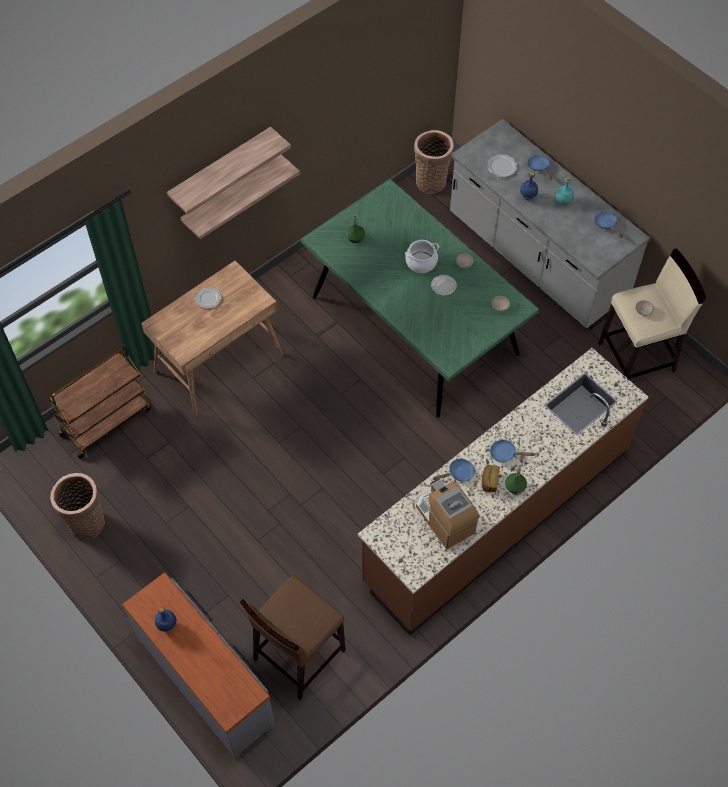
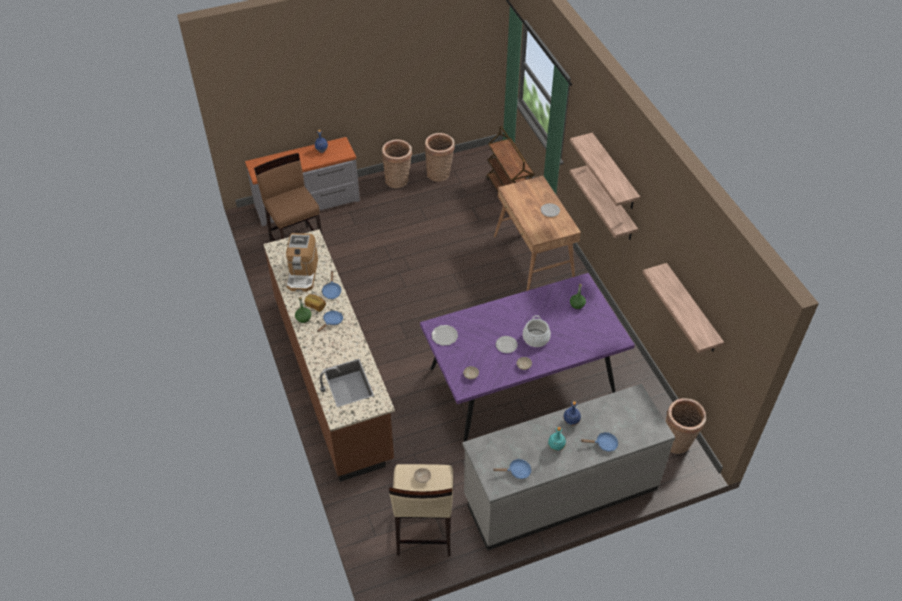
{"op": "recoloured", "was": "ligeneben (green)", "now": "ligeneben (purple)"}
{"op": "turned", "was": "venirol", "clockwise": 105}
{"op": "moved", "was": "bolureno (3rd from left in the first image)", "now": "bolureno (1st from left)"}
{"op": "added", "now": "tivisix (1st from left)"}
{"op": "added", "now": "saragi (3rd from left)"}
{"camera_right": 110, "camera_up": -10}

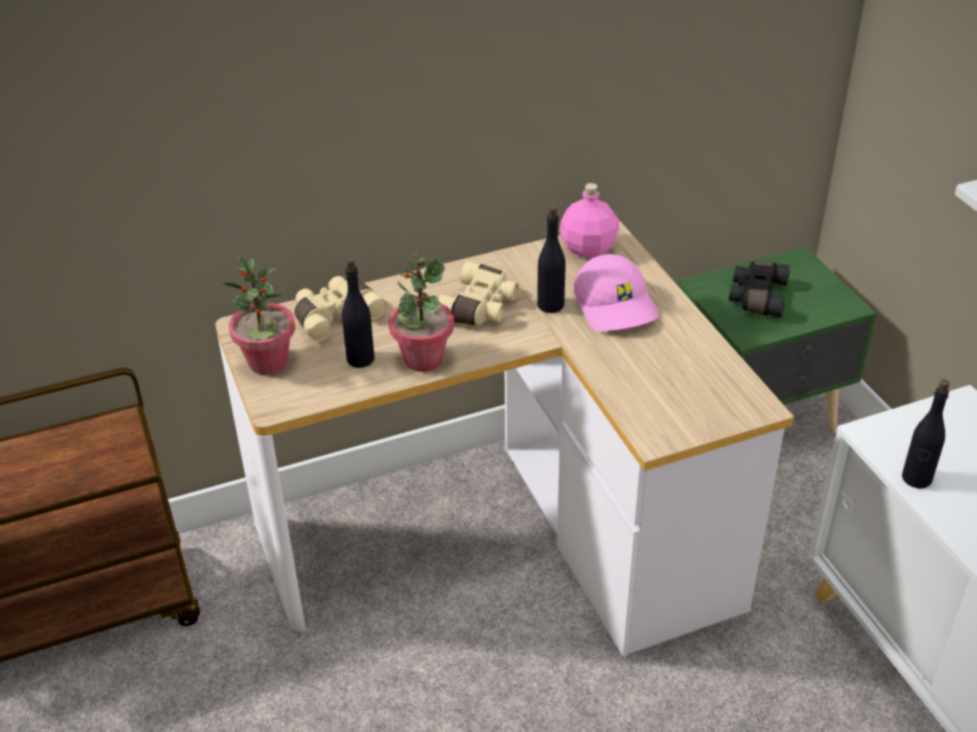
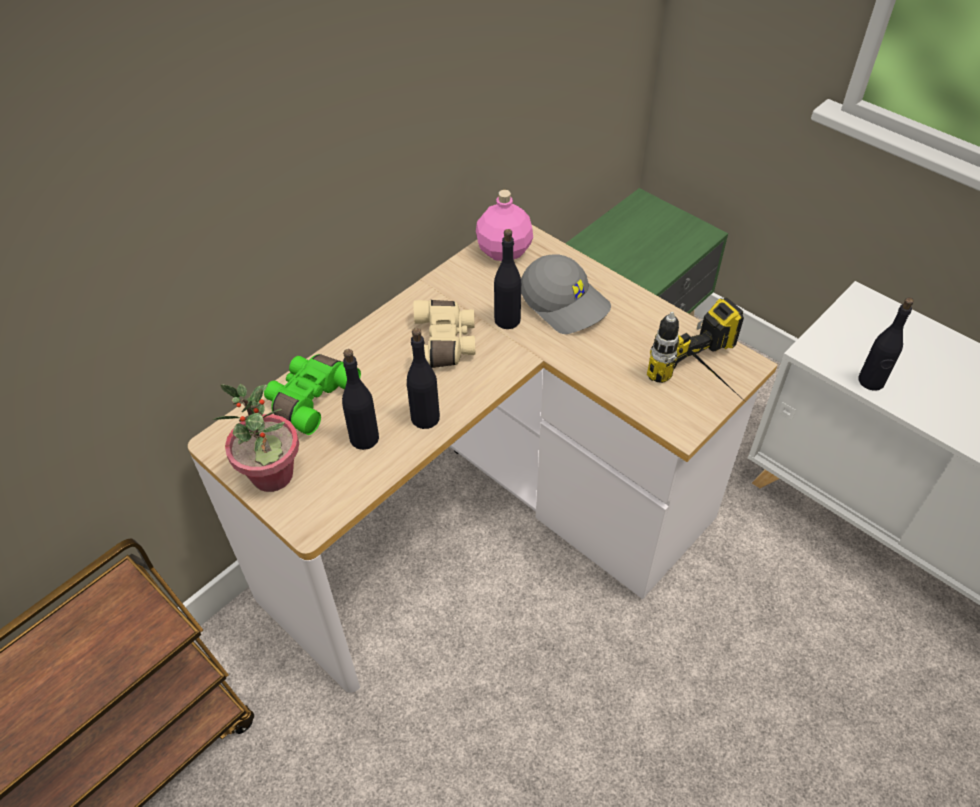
{"op": "recoloured", "was": "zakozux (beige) (1st from left)", "now": "zakozux (green)"}
{"op": "replaced", "was": "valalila (2nd from left)", "now": "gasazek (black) (2nd from left)"}
{"op": "recoloured", "was": "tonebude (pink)", "now": "tonebude (grey)"}
{"op": "removed", "was": "zakozux (black)"}
{"op": "added", "now": "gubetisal"}
{"camera_right": -25, "camera_up": 10}

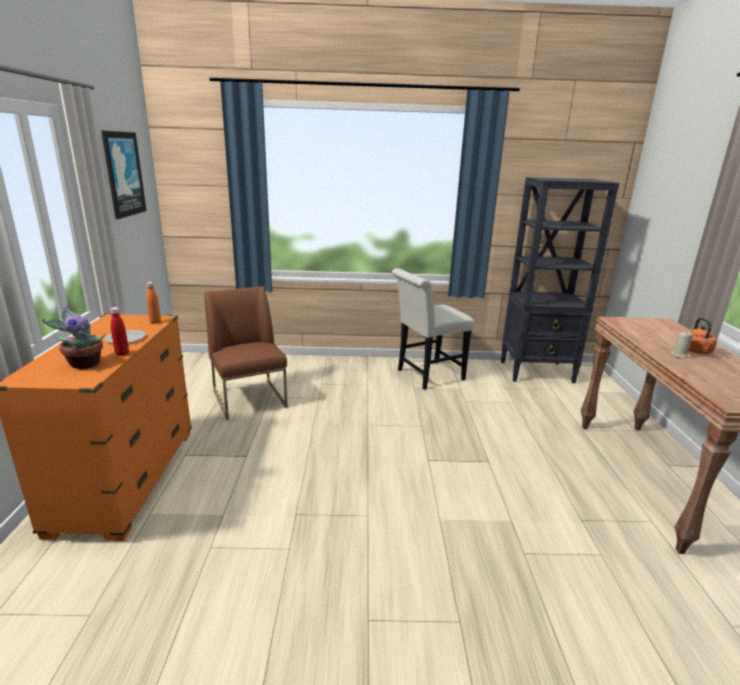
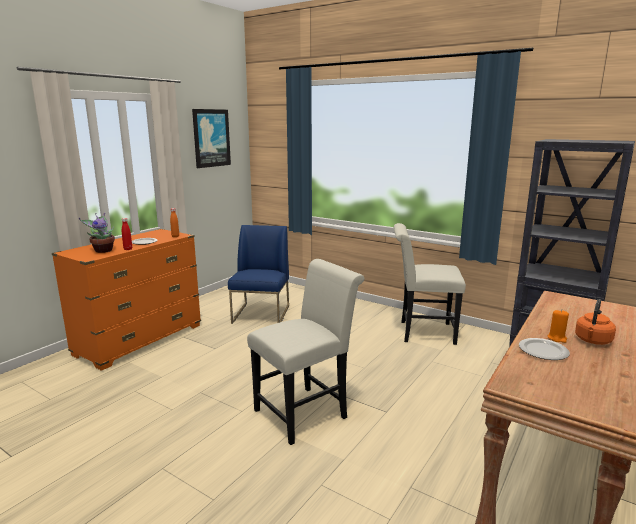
{"op": "recoloured", "was": "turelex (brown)", "now": "turelex (blue)"}
{"op": "recoloured", "was": "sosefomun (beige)", "now": "sosefomun (orange)"}
{"op": "added", "now": "turelex (white) (1st from left)"}
{"op": "added", "now": "bolureno (2nd from left)"}
{"camera_right": 35, "camera_up": -5}

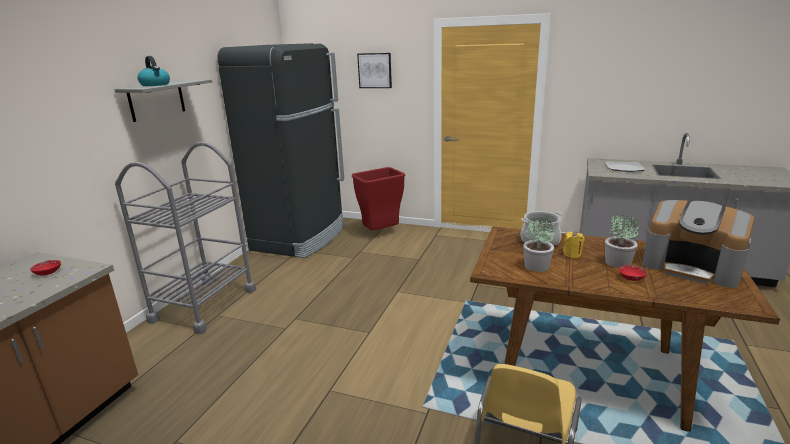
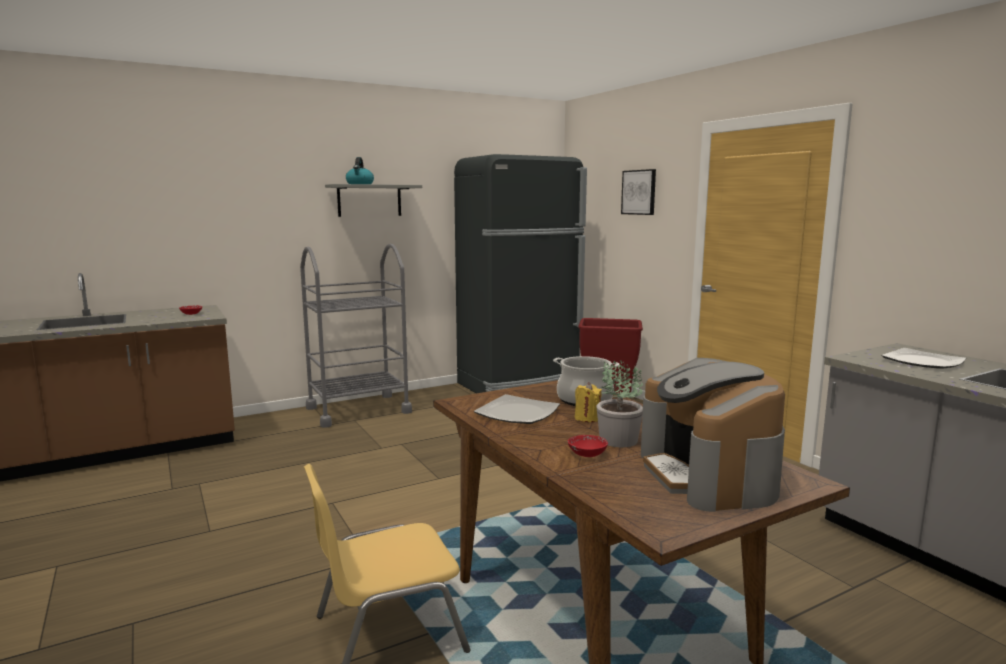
{"op": "replaced", "was": "valalila (1st from left)", "now": "bolureno (1st from left)"}
{"camera_right": 40, "camera_up": -10}

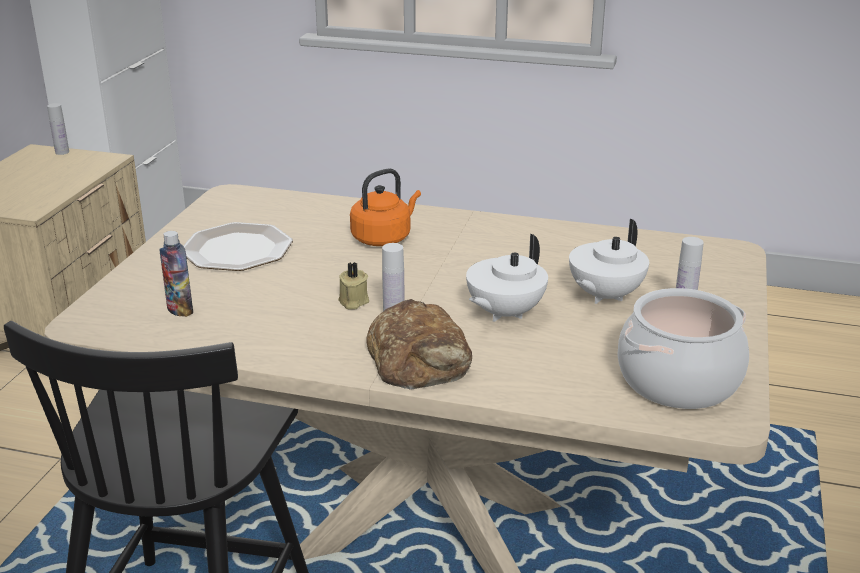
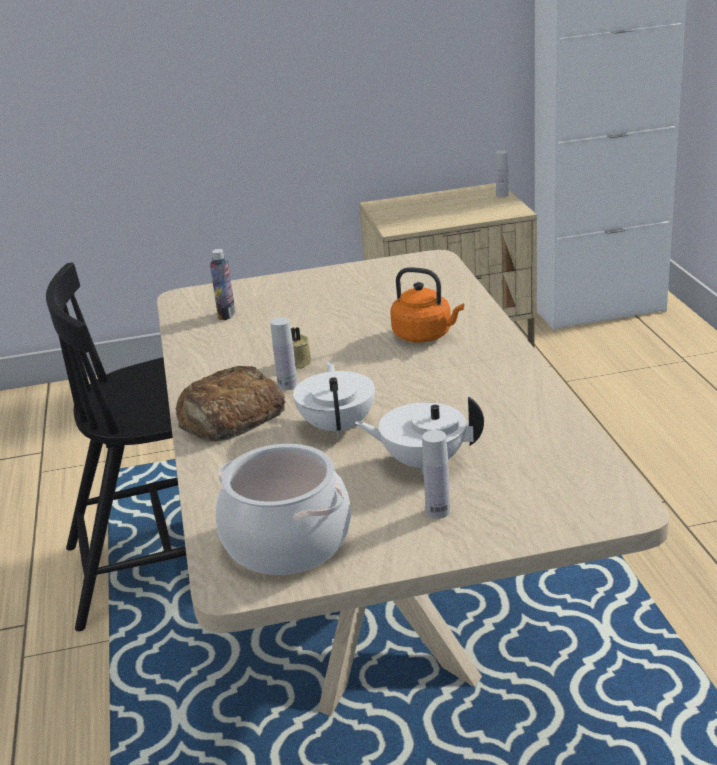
{"op": "removed", "was": "bolureno"}
{"op": "turned", "was": "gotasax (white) (1st from left)", "clockwise": 75}
{"camera_right": 65, "camera_up": 0}

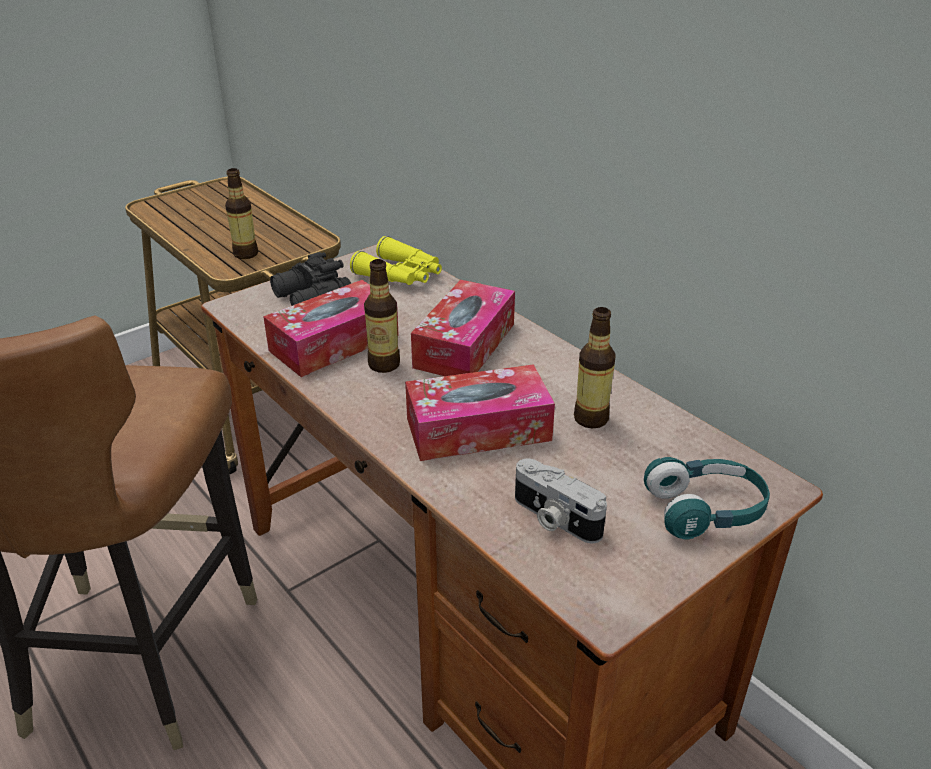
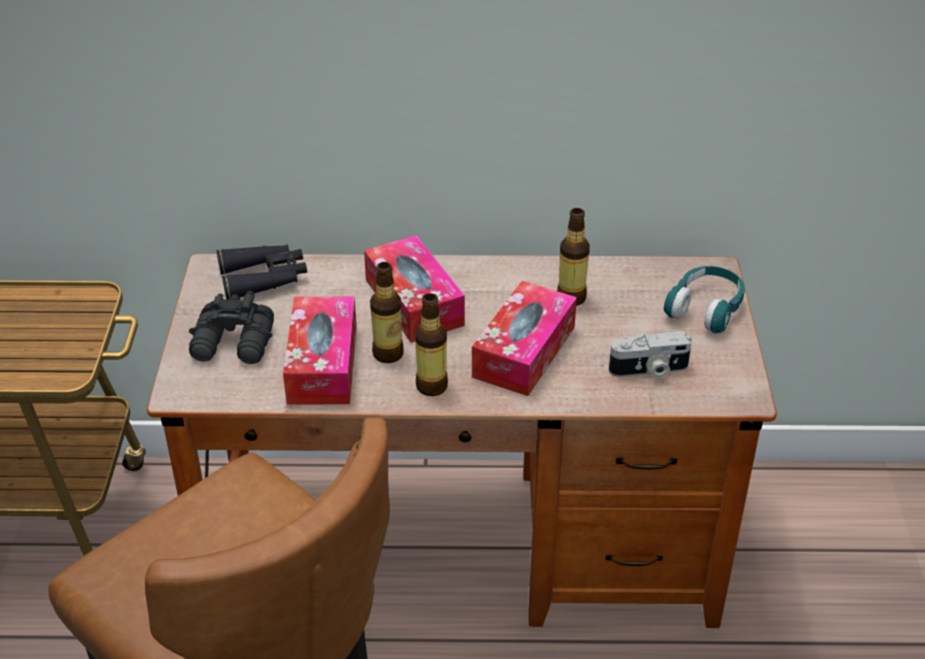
{"op": "moved", "was": "gasazek (1st from left in the first image)", "now": "gasazek (2nd from left)"}
{"op": "recoloured", "was": "zakozux (yellow)", "now": "zakozux (black) (2nd from left)"}
{"camera_right": -50, "camera_up": 5}

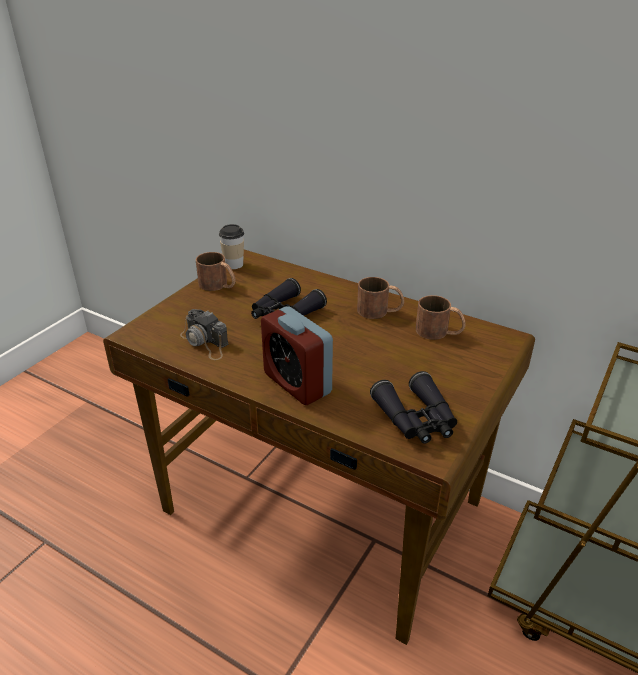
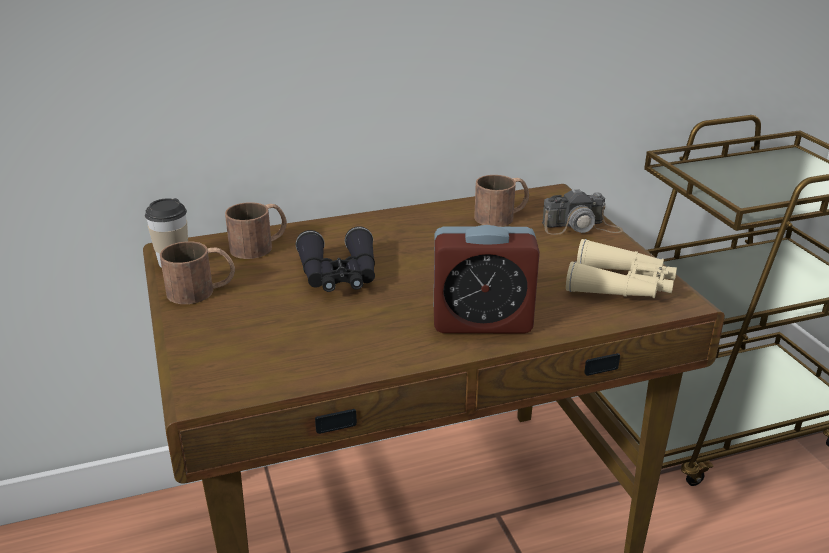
{"op": "moved", "was": "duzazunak"}
{"op": "moved", "was": "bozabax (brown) (2nd from left)"}
{"op": "recoloured", "was": "zakozux (black) (2nd from left)", "now": "zakozux (beige)"}
{"camera_right": -50, "camera_up": -5}

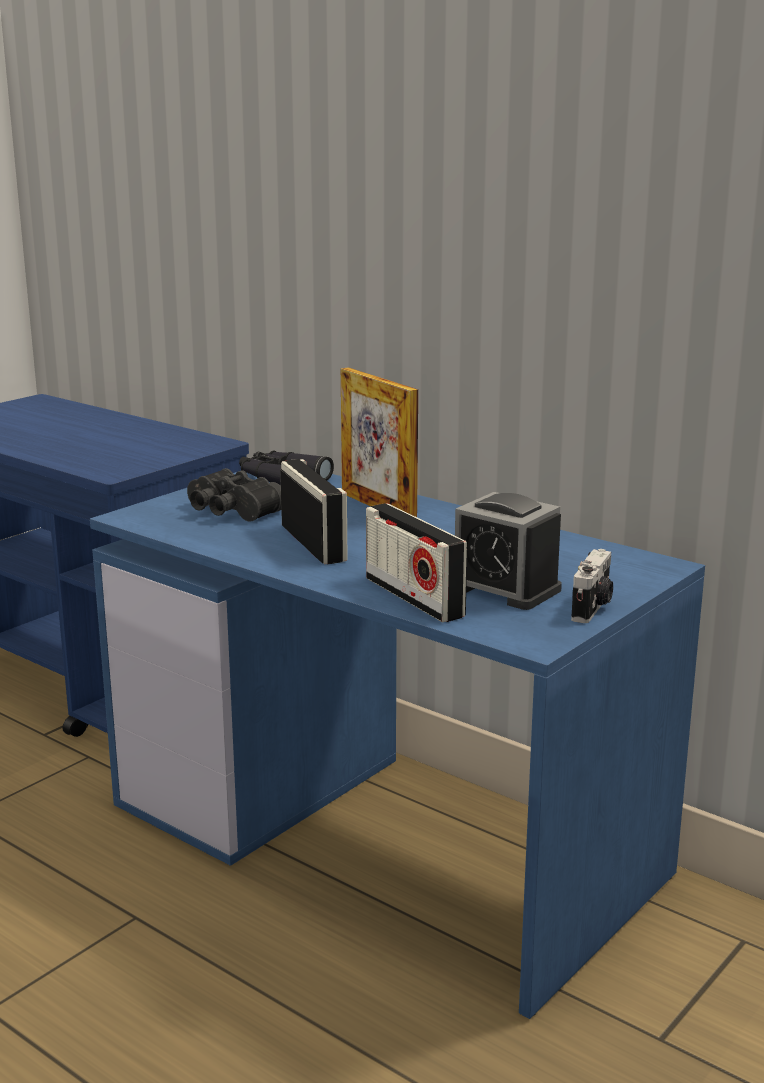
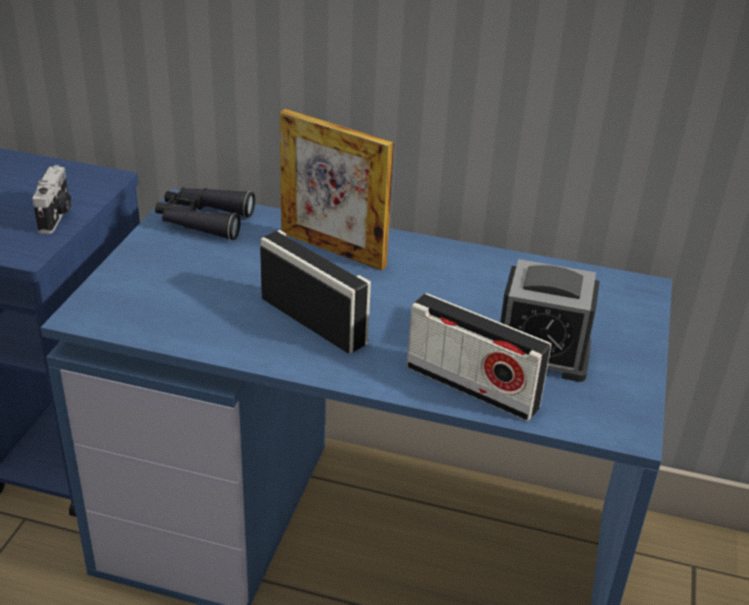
{"op": "removed", "was": "zakozux (black) (1st from left)"}
{"op": "moved", "was": "duzazunak"}
{"camera_right": -25, "camera_up": 15}

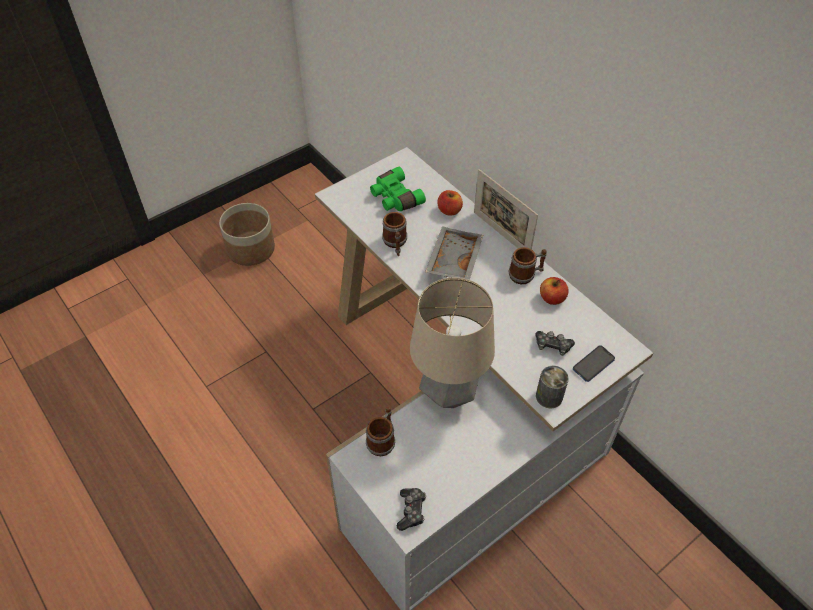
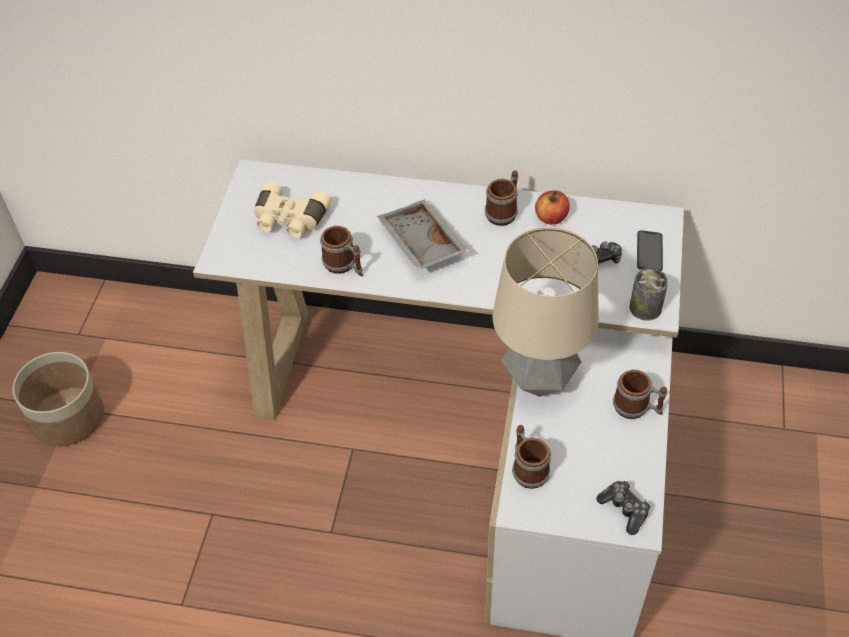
{"op": "recoloured", "was": "zakozux (green)", "now": "zakozux (beige)"}
{"op": "removed", "was": "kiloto (1st from left)"}
{"op": "removed", "was": "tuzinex"}
{"op": "added", "now": "bozabax (4th from left)"}
{"camera_right": -40, "camera_up": 0}

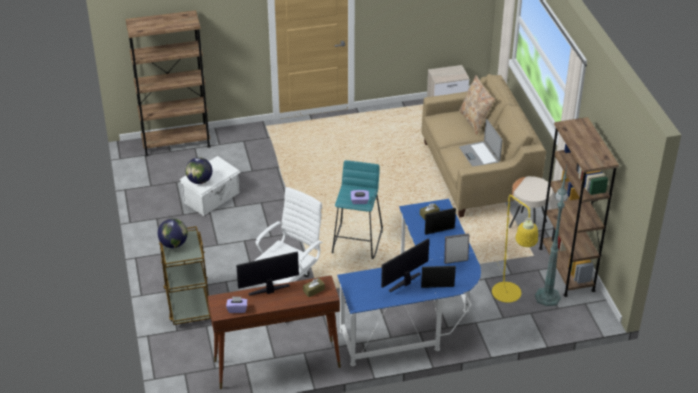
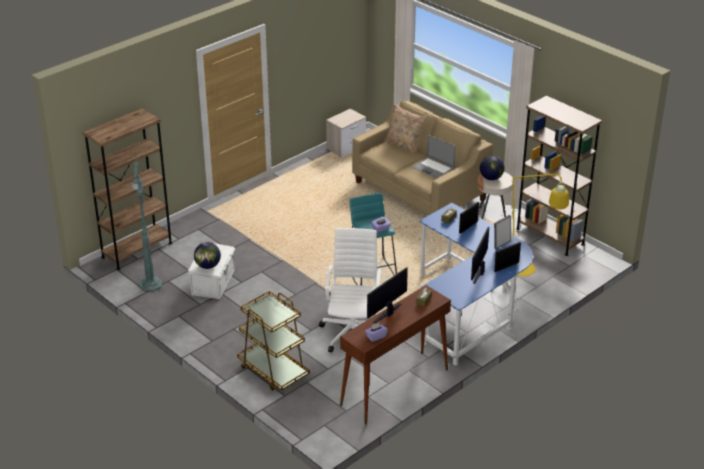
{"op": "moved", "was": "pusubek (1st from left in the first image)", "now": "pusubek (2nd from left)"}
{"op": "moved", "was": "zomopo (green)"}
{"camera_right": -30, "camera_up": -5}

